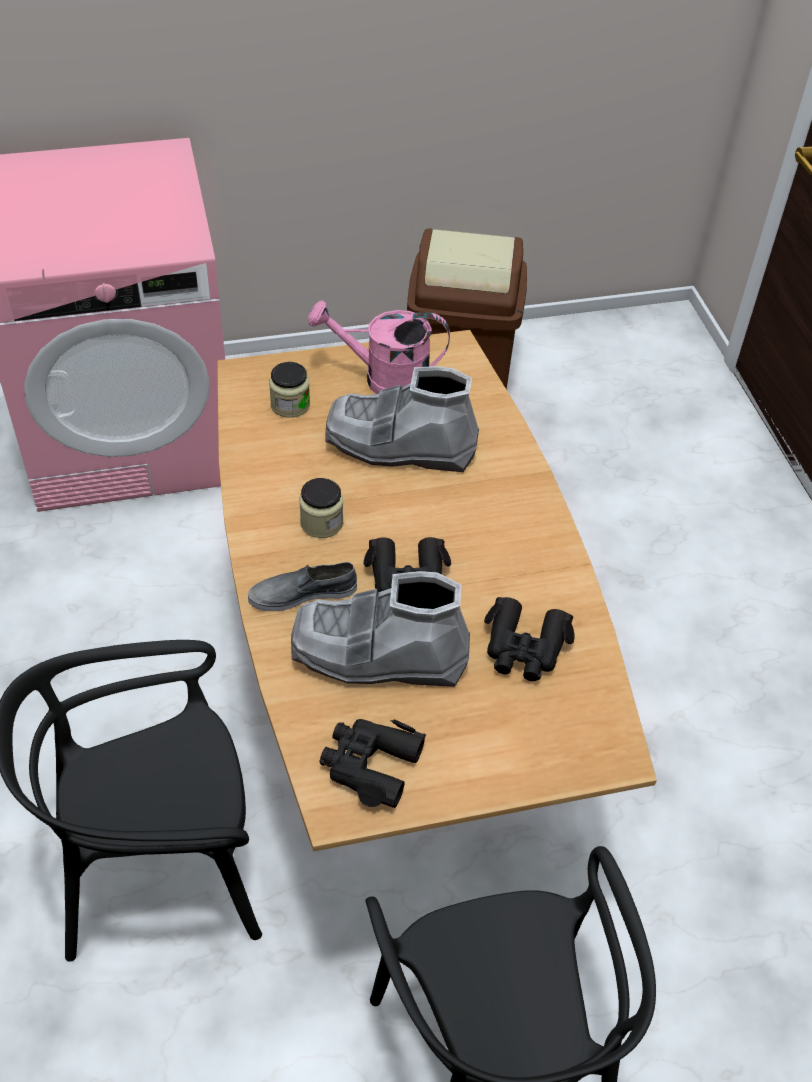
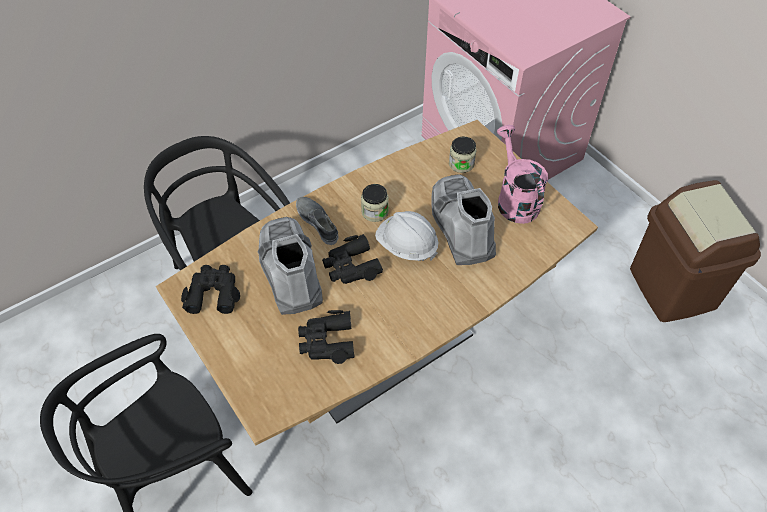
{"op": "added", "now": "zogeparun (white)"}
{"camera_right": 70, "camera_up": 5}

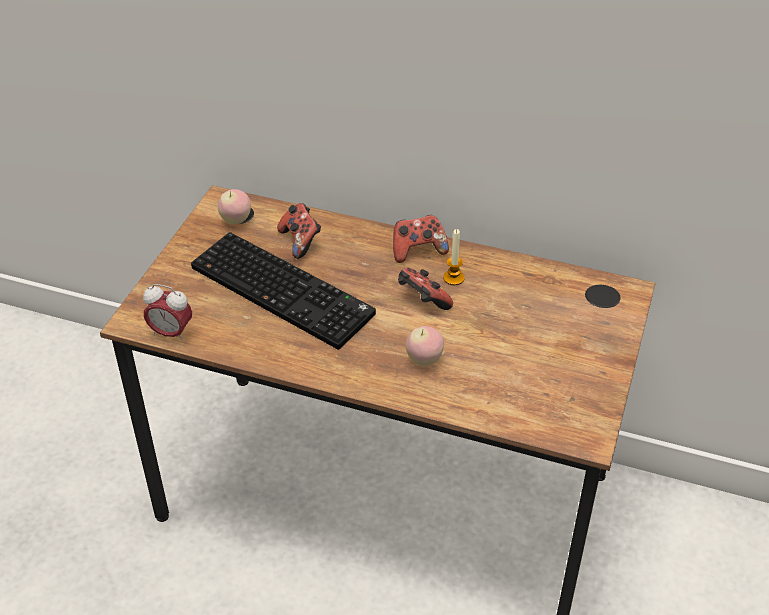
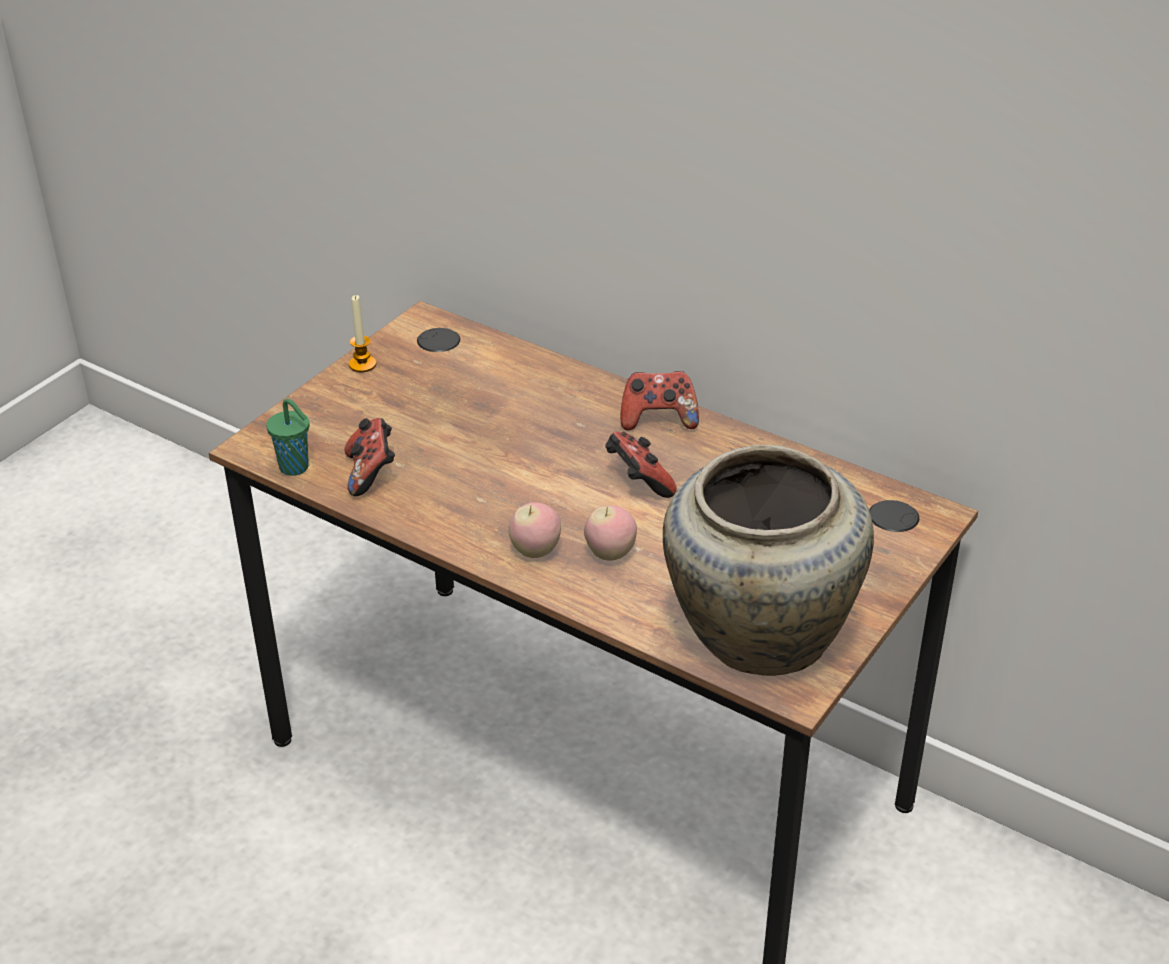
{"op": "replaced", "was": "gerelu", "now": "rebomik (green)"}
{"op": "removed", "was": "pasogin"}
{"op": "moved", "was": "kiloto (1st from left)"}
{"op": "moved", "was": "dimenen (1st from left)"}
{"op": "moved", "was": "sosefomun"}
{"op": "added", "now": "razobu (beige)"}
{"camera_right": 15, "camera_up": -5}

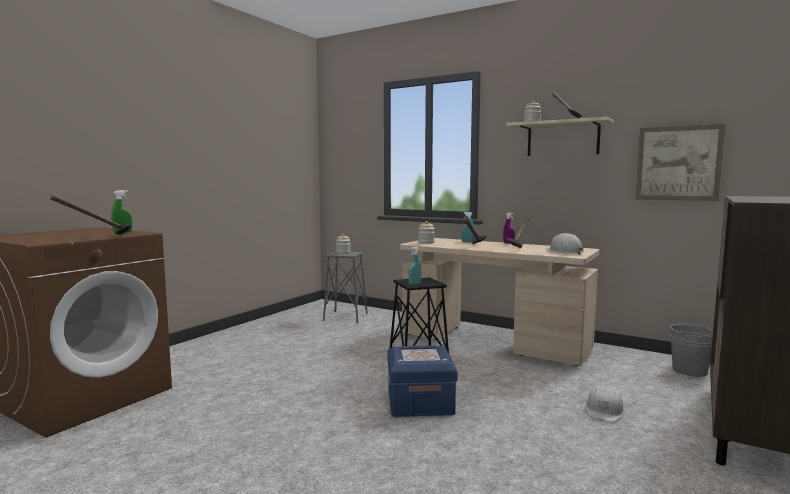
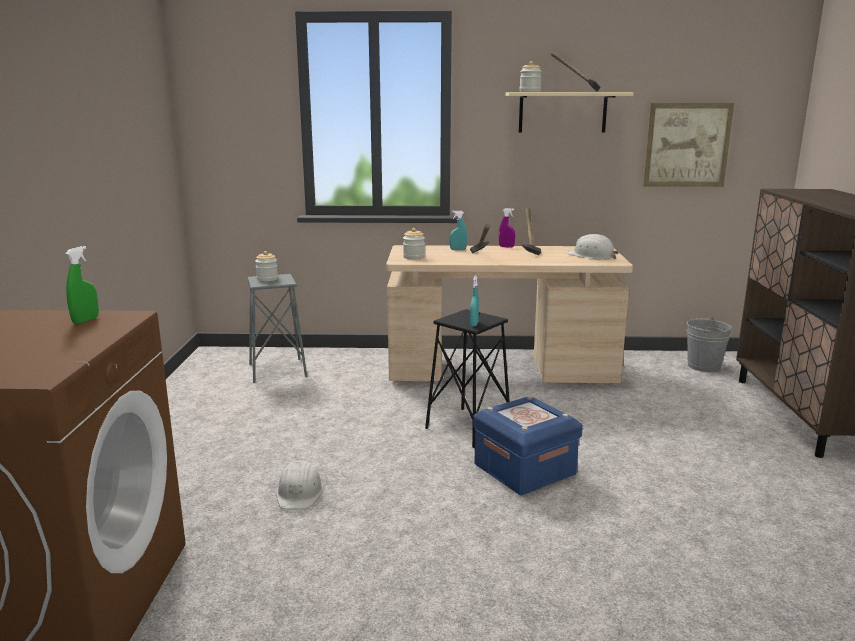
{"op": "removed", "was": "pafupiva (1st from left)"}
{"op": "moved", "was": "zogeparun (white) (2nd from left in the first image)", "now": "zogeparun (white) (1st from left)"}
{"camera_right": -30, "camera_up": 10}

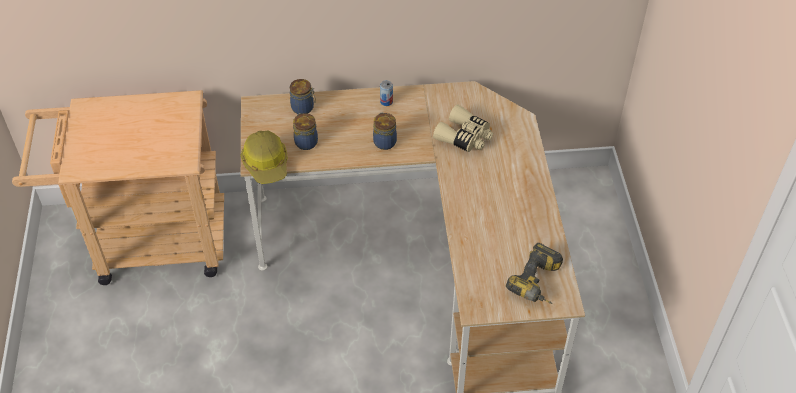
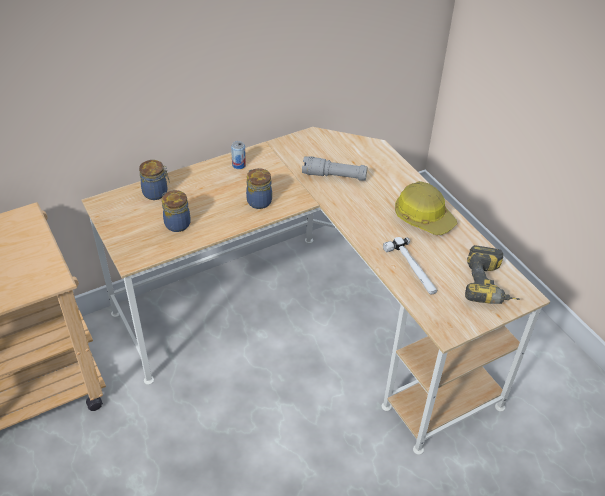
{"op": "moved", "was": "zogeparun"}
{"op": "replaced", "was": "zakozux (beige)", "now": "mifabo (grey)"}
{"op": "added", "now": "pafupiva"}
{"camera_right": -25, "camera_up": -5}

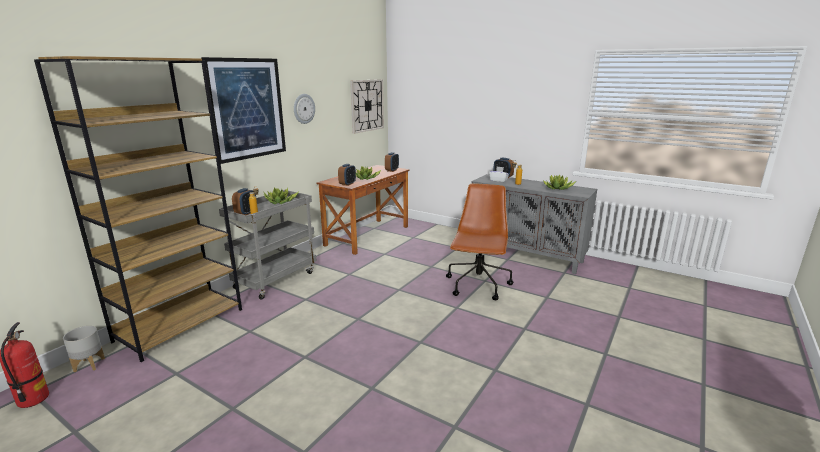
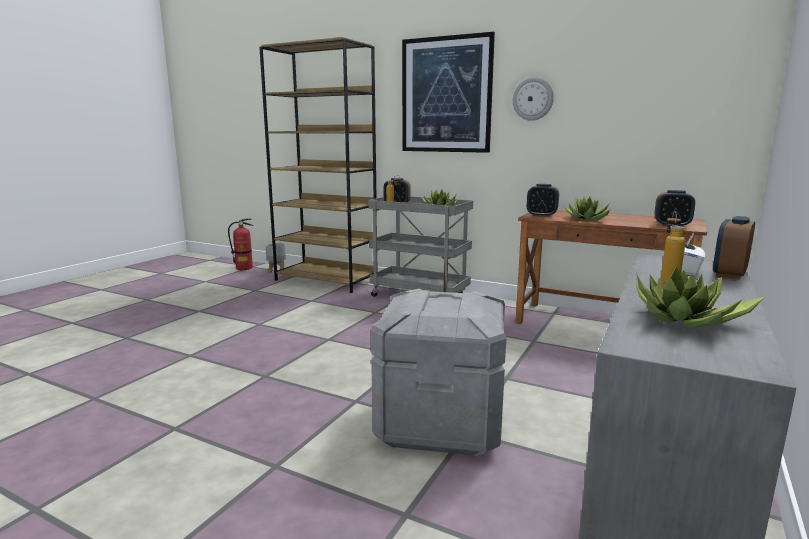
{"op": "removed", "was": "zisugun (2nd from left)"}
{"op": "replaced", "was": "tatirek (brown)", "now": "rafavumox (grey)"}
{"camera_right": 85, "camera_up": -5}

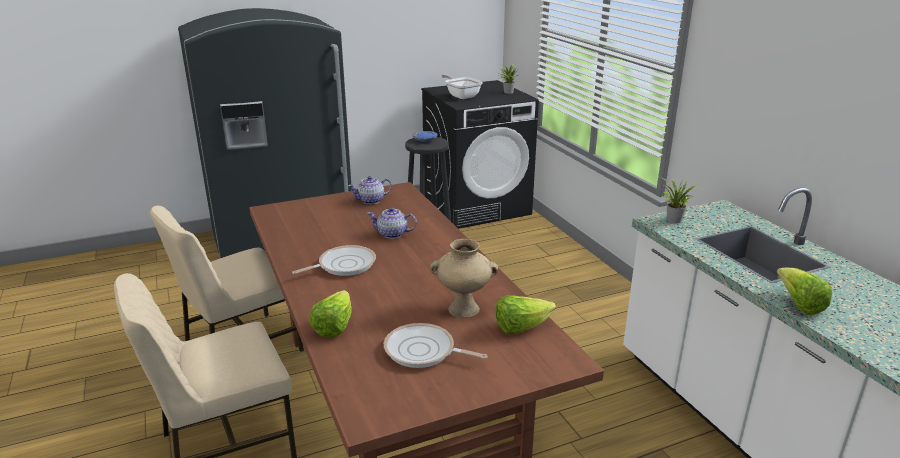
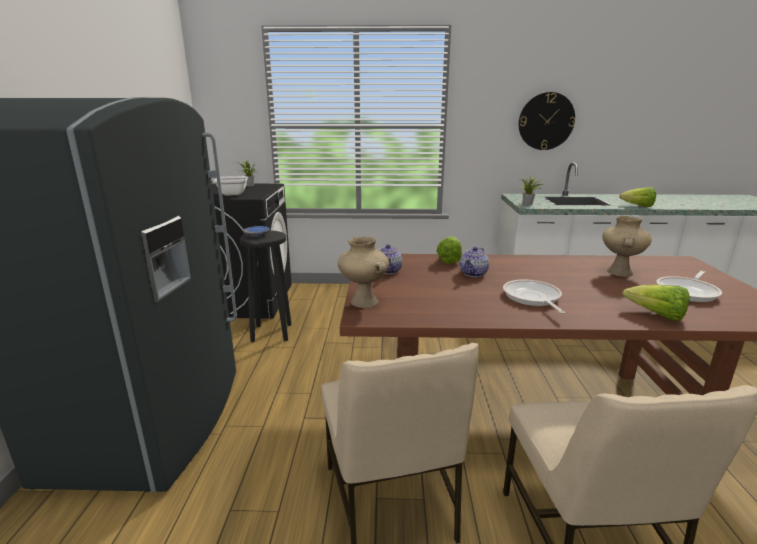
{"op": "moved", "was": "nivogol (2nd from left in the first image)", "now": "nivogol (1st from left)"}
{"op": "added", "now": "razobu (beige) (1st from left)"}
{"op": "added", "now": "zisugun"}
{"camera_right": -65, "camera_up": -5}

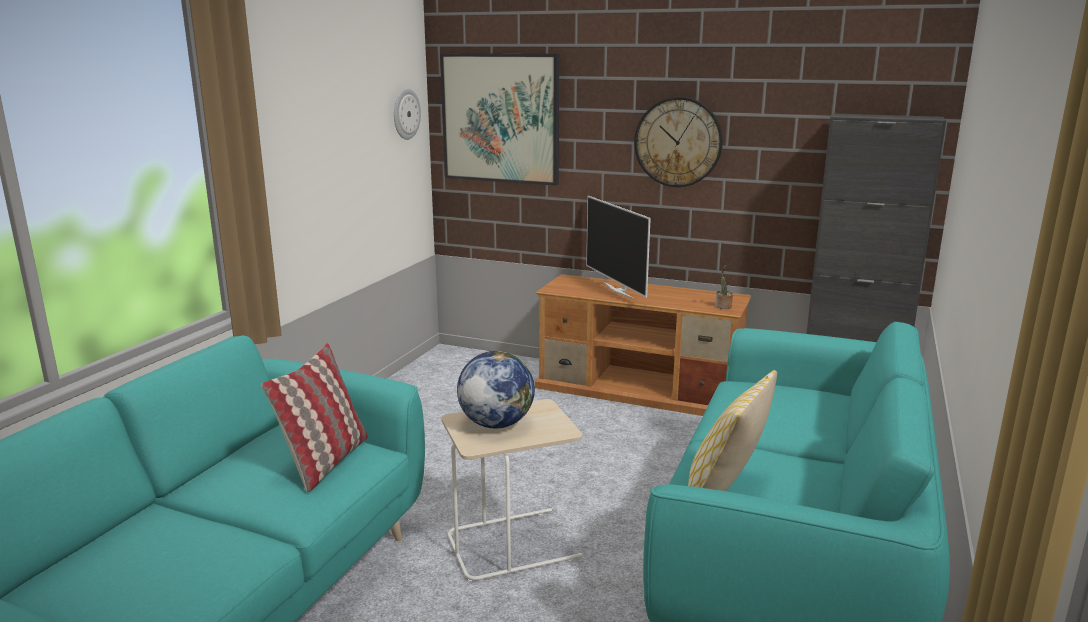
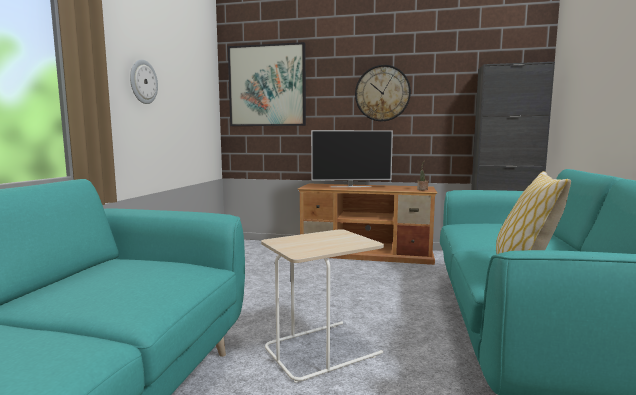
{"op": "removed", "was": "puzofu (1st from left)"}
{"op": "moved", "was": "zisugun (1st from left)"}
{"op": "removed", "was": "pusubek"}
{"op": "turned", "was": "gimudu", "clockwise": -60}
{"camera_right": -10, "camera_up": -10}

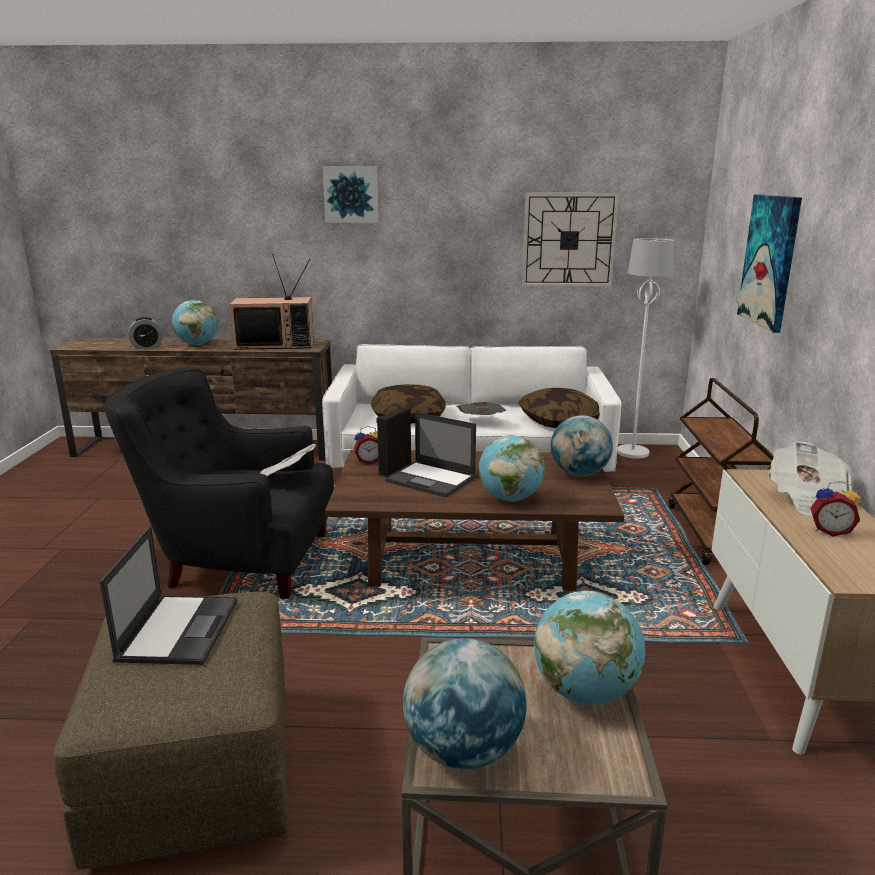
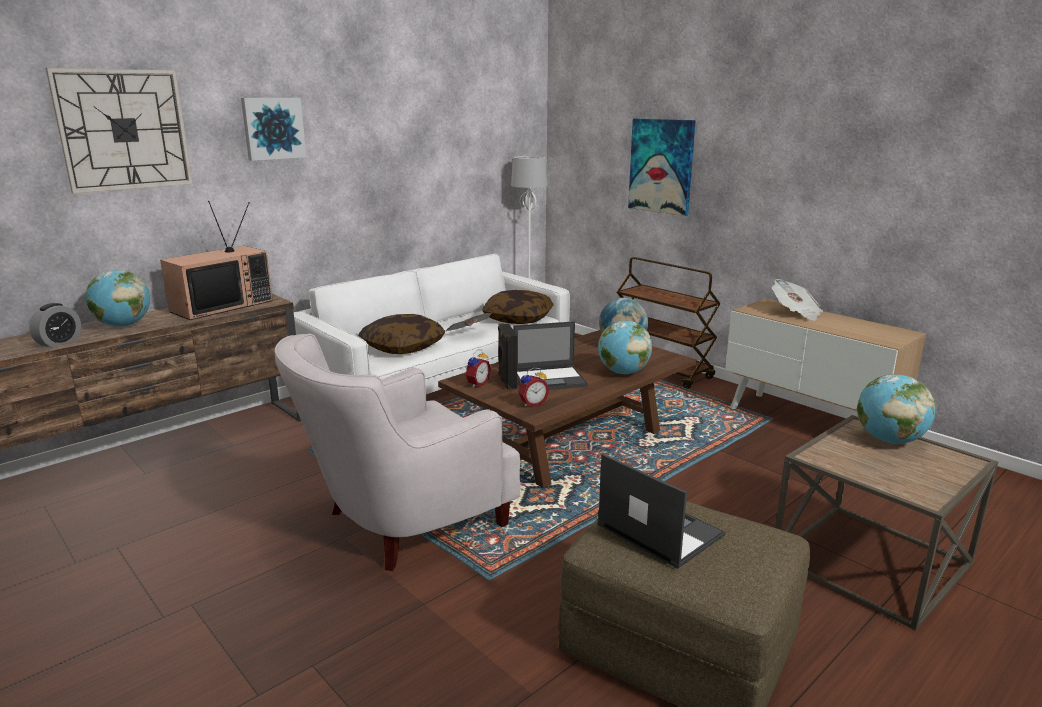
{"op": "recoloured", "was": "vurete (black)", "now": "vurete (white)"}
{"op": "removed", "was": "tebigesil (1st from left)"}
{"op": "removed", "was": "pusubek (2nd from left)"}
{"op": "moved", "was": "zisugun"}
{"op": "moved", "was": "gerelu (3rd from left)"}
{"camera_right": -45, "camera_up": 0}

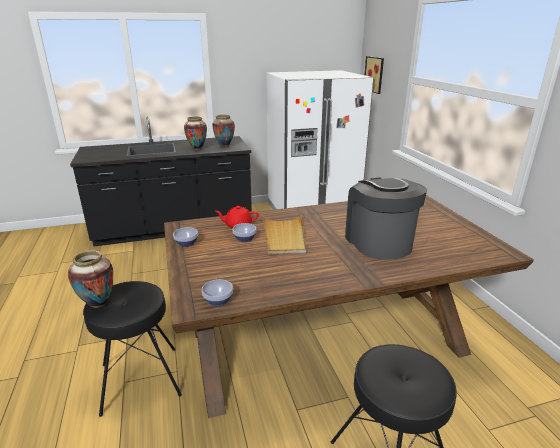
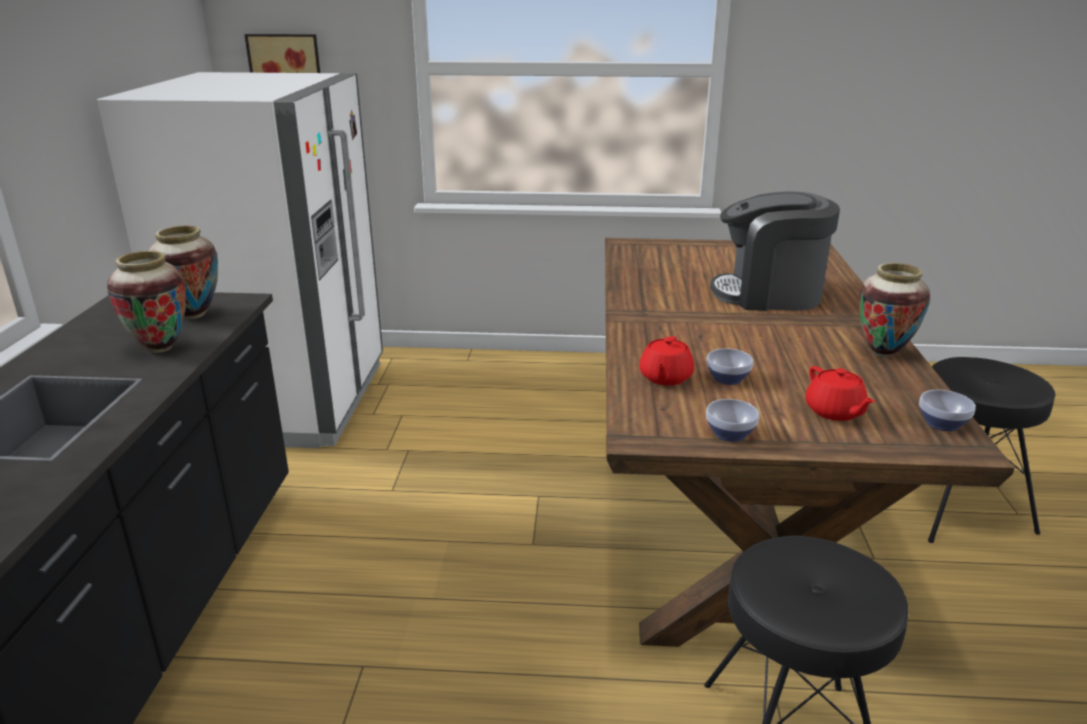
{"op": "moved", "was": "razobu (1st from left in the first image)", "now": "razobu (3rd from left)"}
{"op": "removed", "was": "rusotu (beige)"}
{"op": "added", "now": "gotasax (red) (2nd from left)"}
{"camera_right": -70, "camera_up": 0}

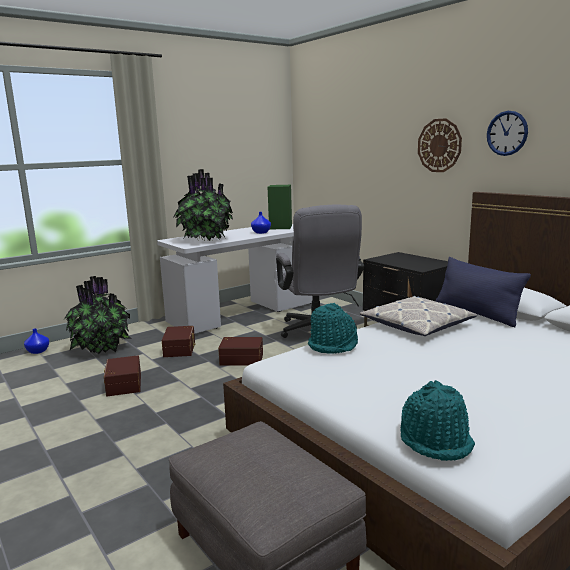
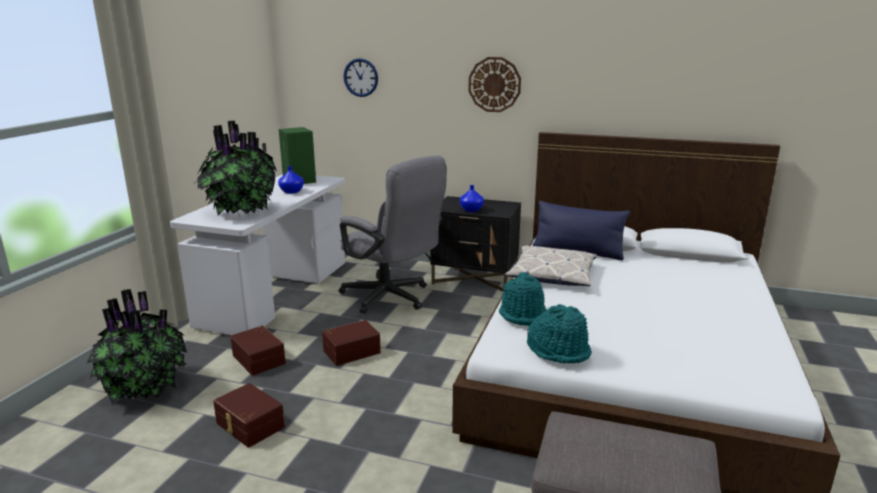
{"op": "moved", "was": "razobu (blue) (1st from left in the first image)", "now": "razobu (blue) (2nd from left)"}
{"op": "moved", "was": "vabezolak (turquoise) (2nd from left)"}
{"op": "moved", "was": "zisugun (2nd from left in the first image)", "now": "zisugun (1st from left)"}
{"camera_right": -35, "camera_up": 5}

